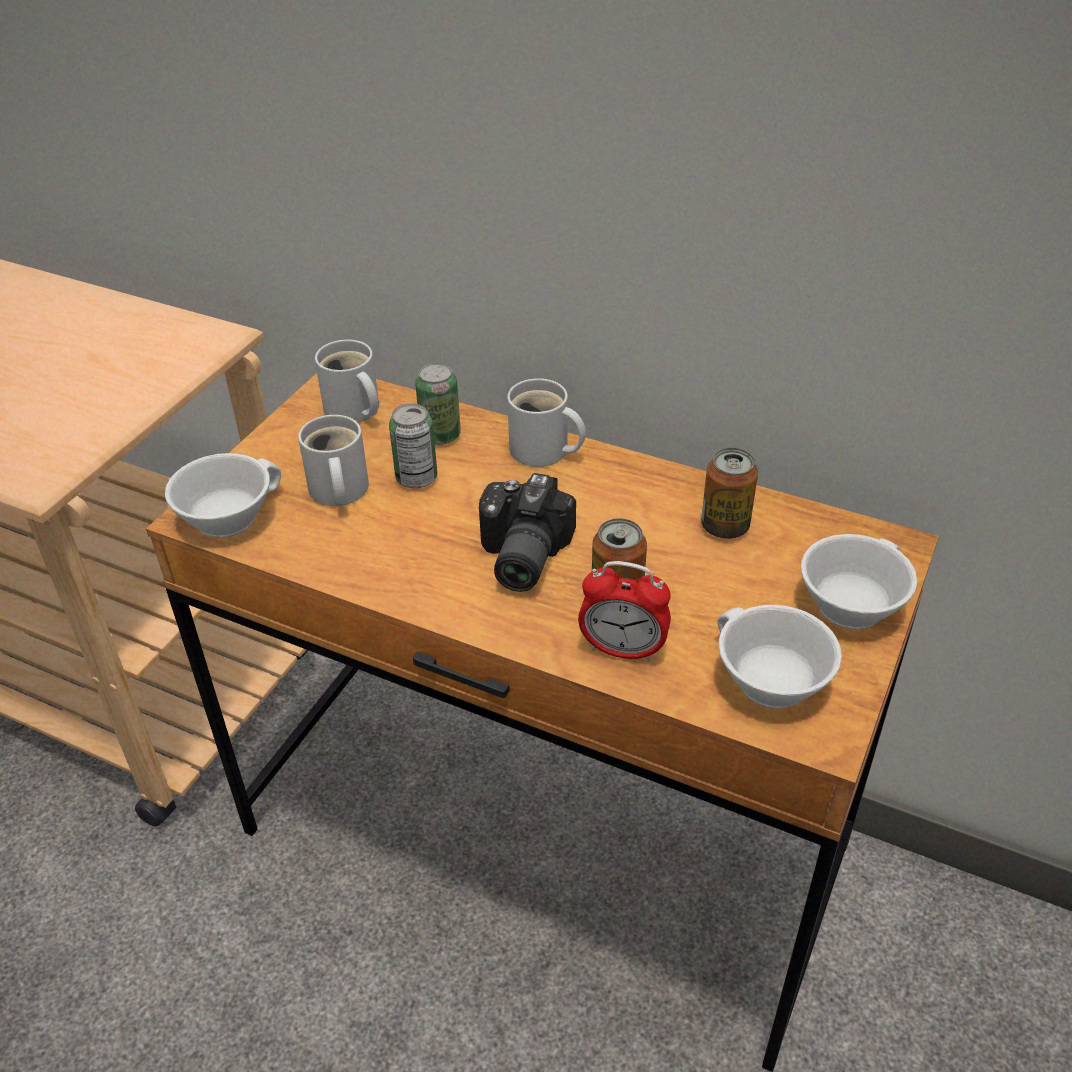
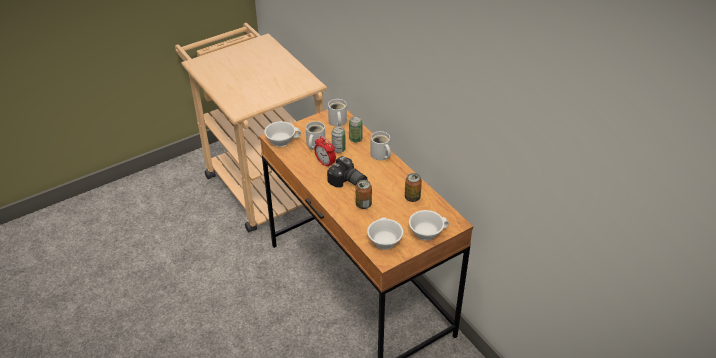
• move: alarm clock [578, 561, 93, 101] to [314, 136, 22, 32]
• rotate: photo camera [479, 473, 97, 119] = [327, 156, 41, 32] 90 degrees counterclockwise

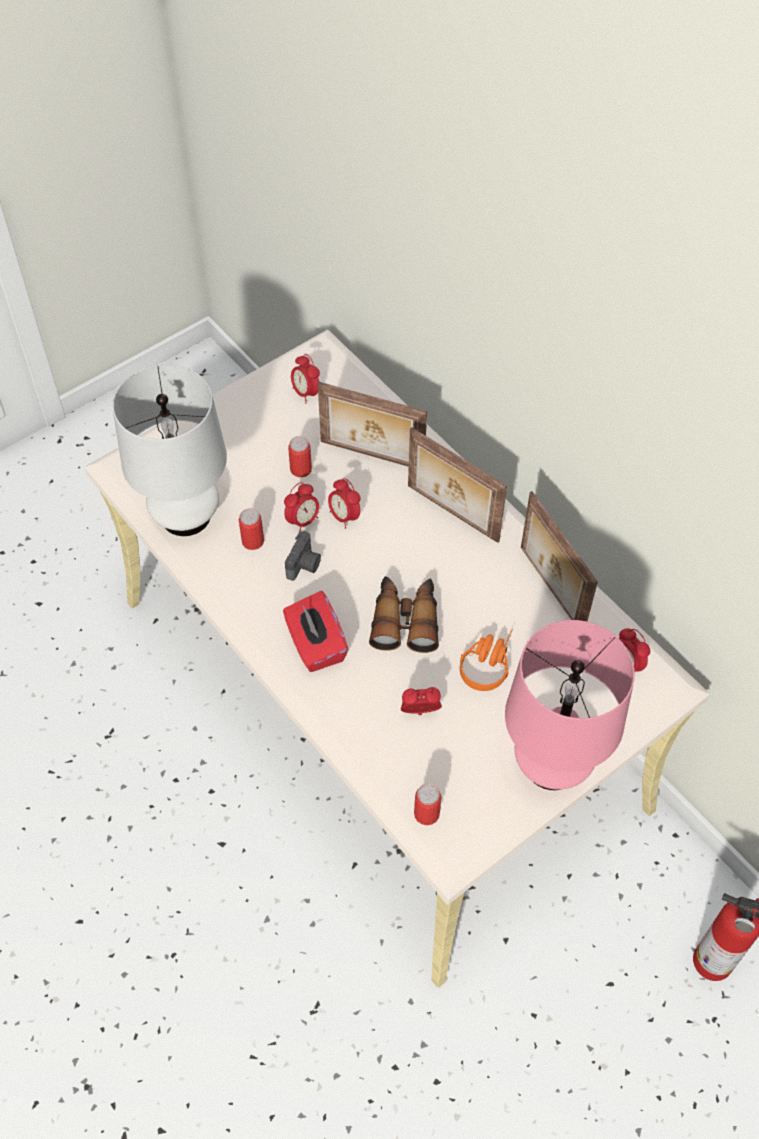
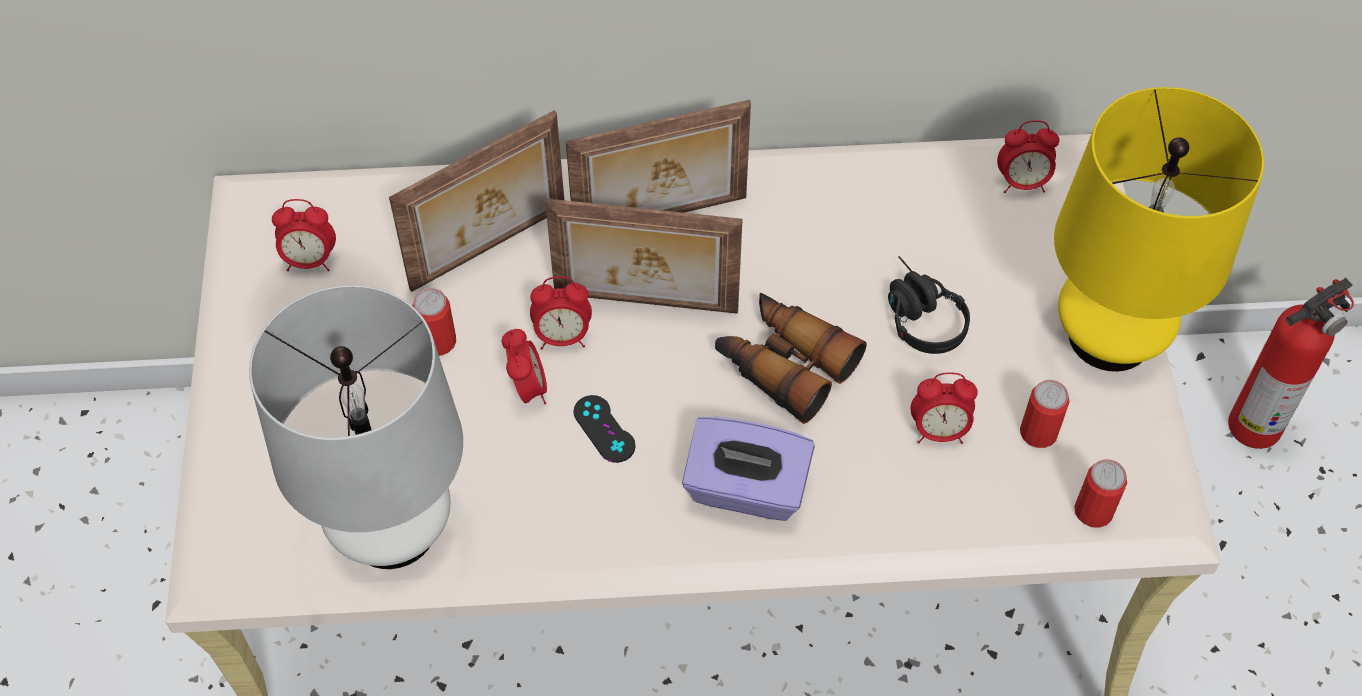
• move: picture frame [521, 491, 77, 130] to [545, 199, 198, 115]
• replace: photo camera [285, 531, 36, 50] to black game controller [573, 395, 62, 68]
• recolor: red tissue box [283, 591, 65, 81] to purple tissue box [682, 417, 133, 104]
• recolor: orange headphones [460, 630, 52, 61] to black headphones [888, 256, 82, 98]
• rotate: alarm clock [401, 687, 41, 28] = [911, 372, 67, 72] 120 degrees counterclockwise
• move: can [239, 508, 25, 42] to [1020, 380, 49, 68]
• recolor: pink table lamp [505, 620, 130, 170] to yellow table lamp [1054, 87, 210, 285]

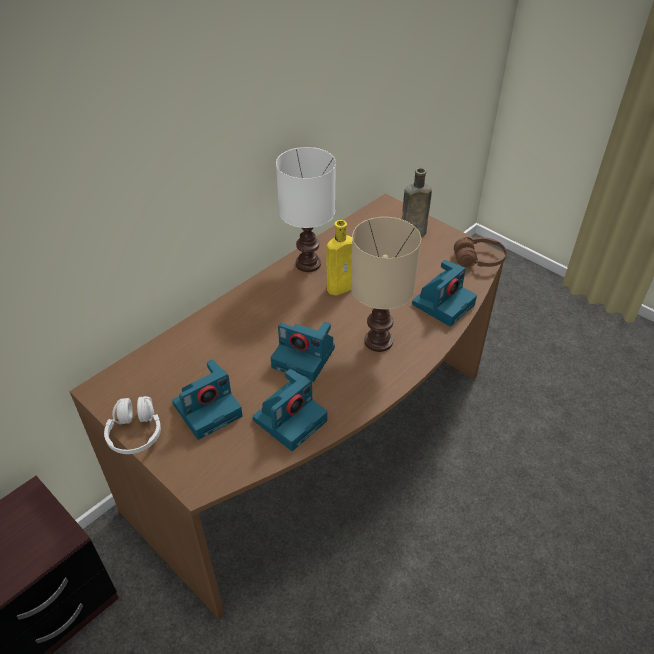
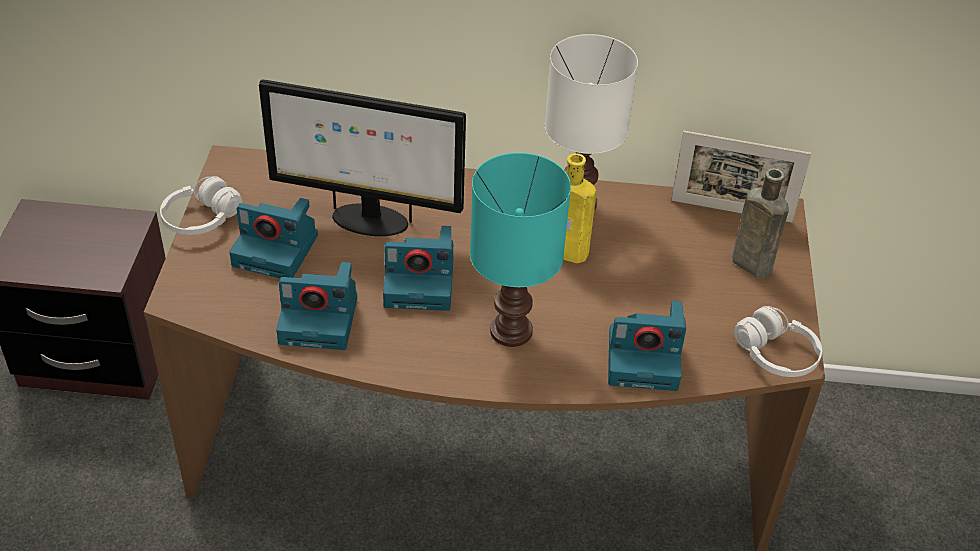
• insert: monitor [259, 80, 207, 156]
• rotate: photo camera [271, 322, 64, 60] = [383, 226, 70, 85] 75 degrees counterclockwise
• recolor: beige table lamp [351, 217, 70, 135] to turquoise table lamp [470, 153, 101, 194]
• insert: picture frame [671, 131, 140, 92]
• recolor: brown headphones [454, 237, 53, 30] to white headphones [734, 306, 88, 71]

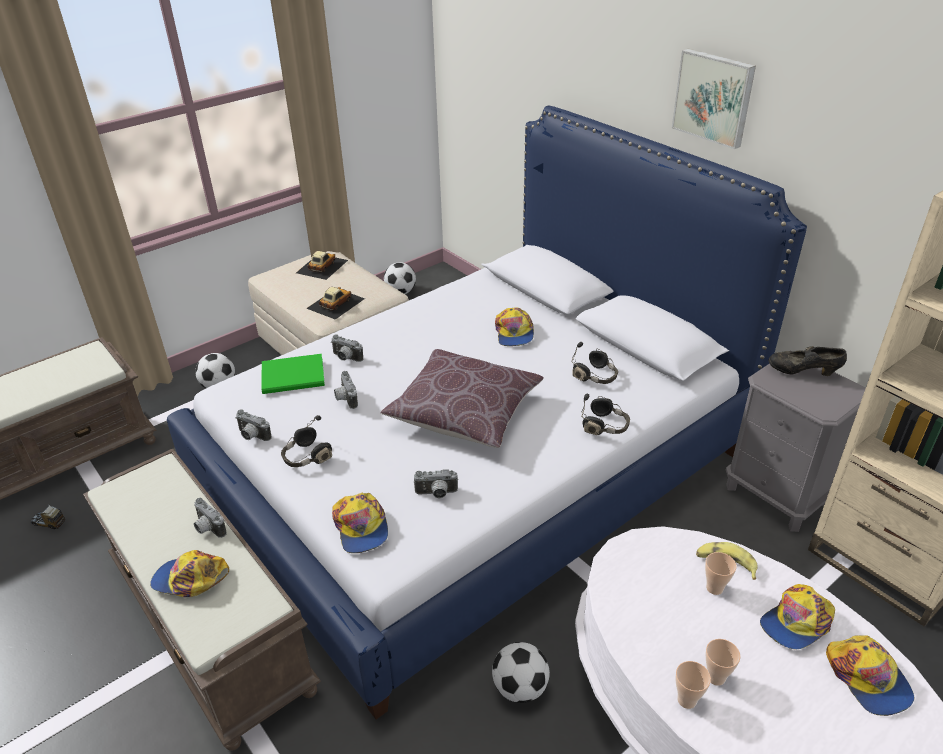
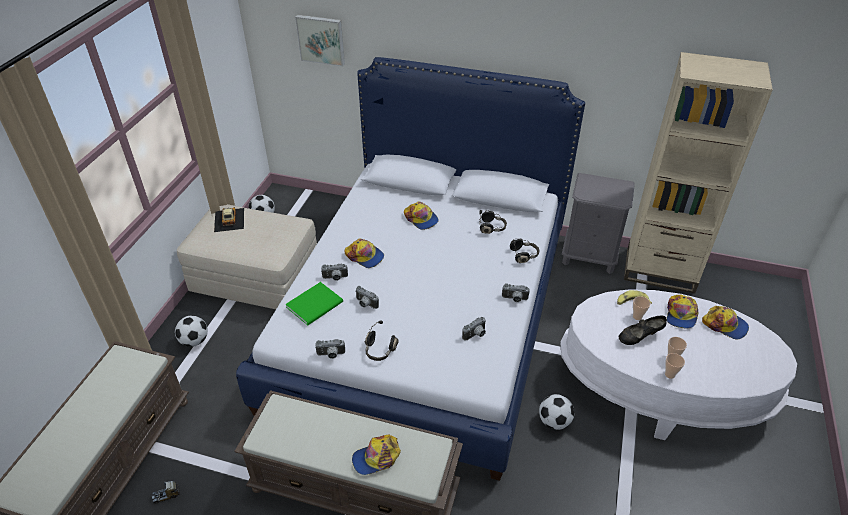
• move: picture [672, 49, 84, 100] to [295, 15, 50, 51]
• move: cap [332, 493, 56, 60] to [344, 239, 40, 29]
• move: photo camera [194, 498, 33, 40] to [502, 283, 28, 19]
• move: black shoe [769, 346, 78, 30] to [619, 316, 48, 29]
• delete: toy car [306, 287, 59, 33]
• delete: brown pillow [380, 349, 164, 99]

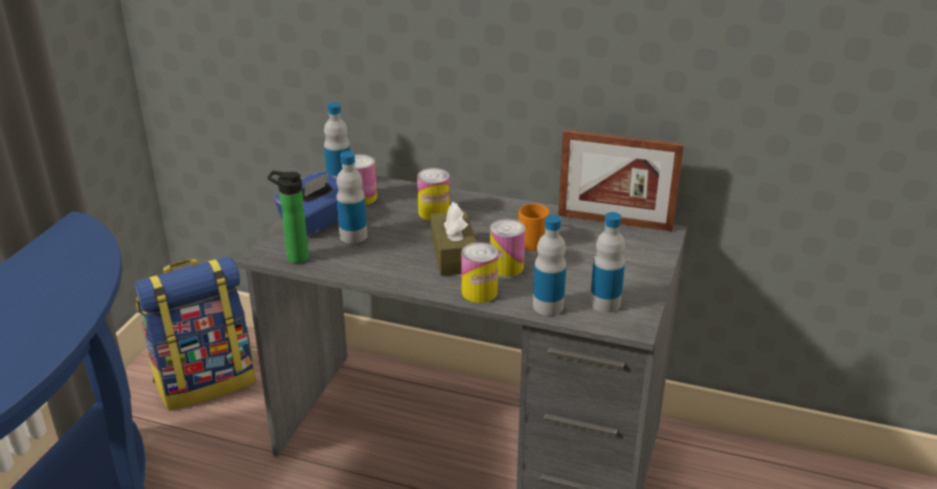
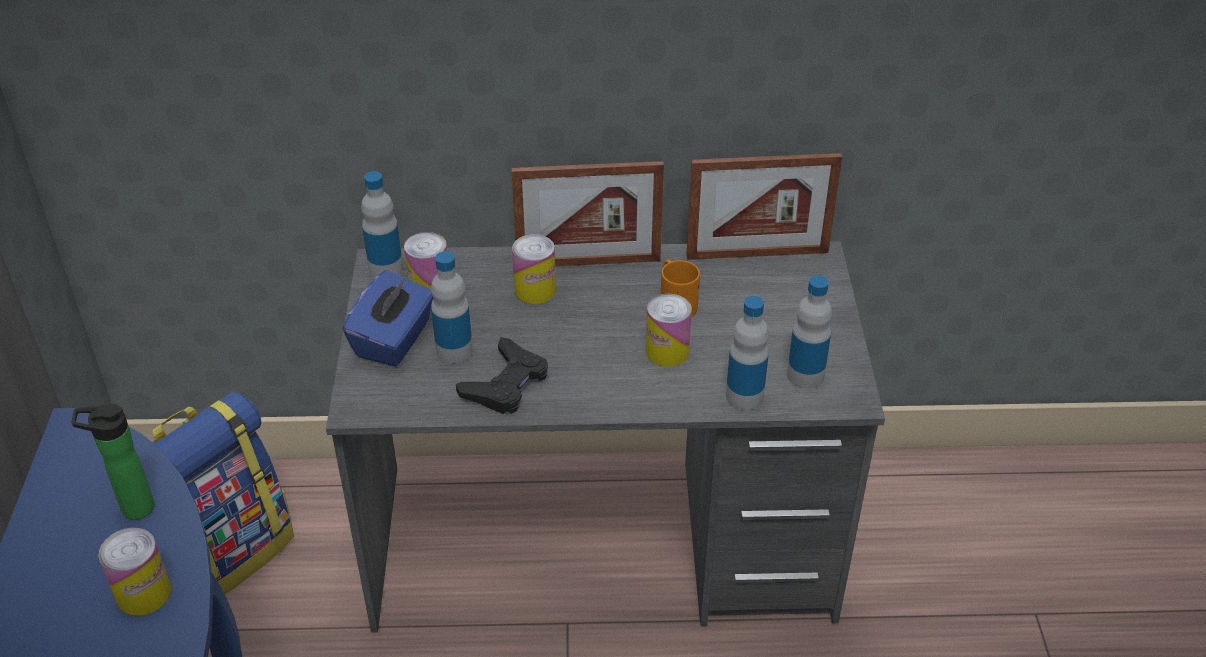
• move: bottle [267, 171, 42, 92] to [72, 404, 83, 116]
• move: can [461, 242, 37, 61] to [98, 528, 73, 88]
• insert: black game controller [456, 337, 92, 77]
• insert: picture frame [511, 161, 153, 105]
• delete: brown tissue box [431, 202, 46, 74]

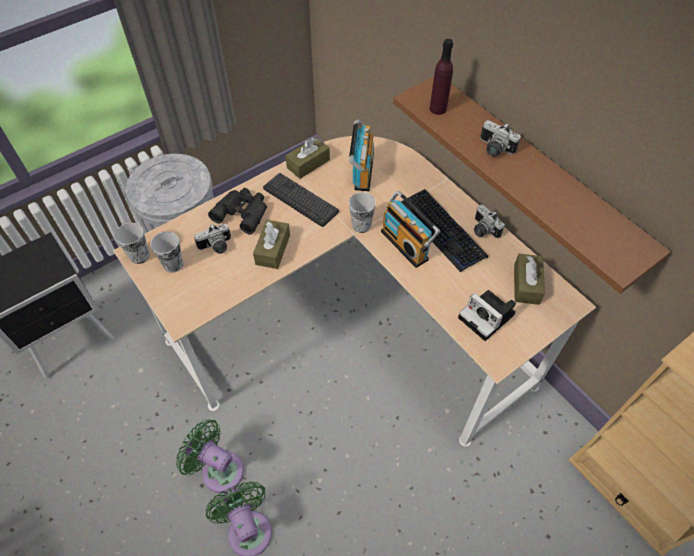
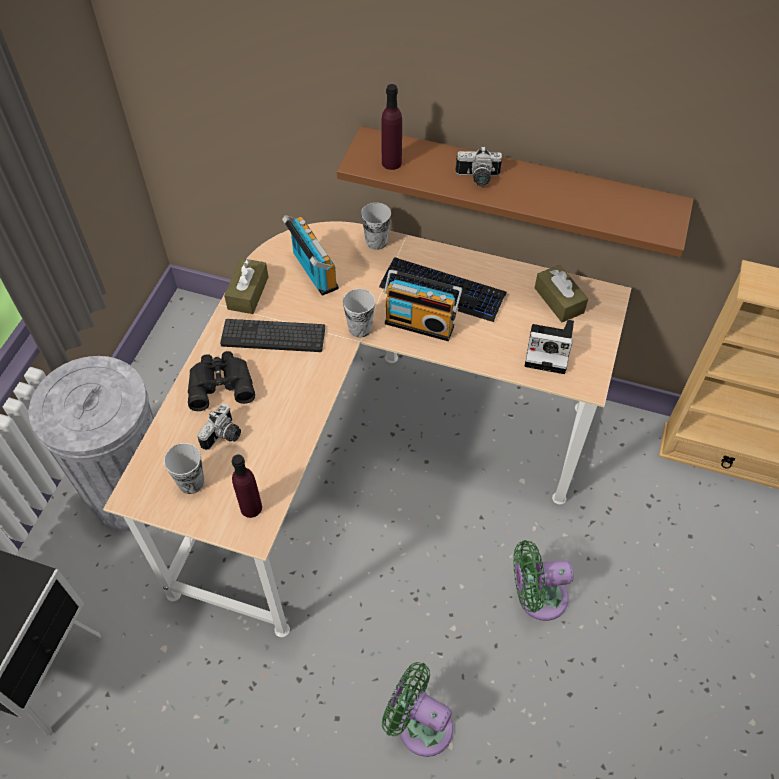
• insert: purple bottle [232, 455, 30, 63]
• move: cup [115, 223, 35, 41] to [361, 203, 30, 47]
• move: green fan [176, 419, 68, 74] to [513, 540, 61, 81]
• delete: brown tissue box [253, 220, 37, 49]
• delete: photo camera [474, 205, 31, 33]

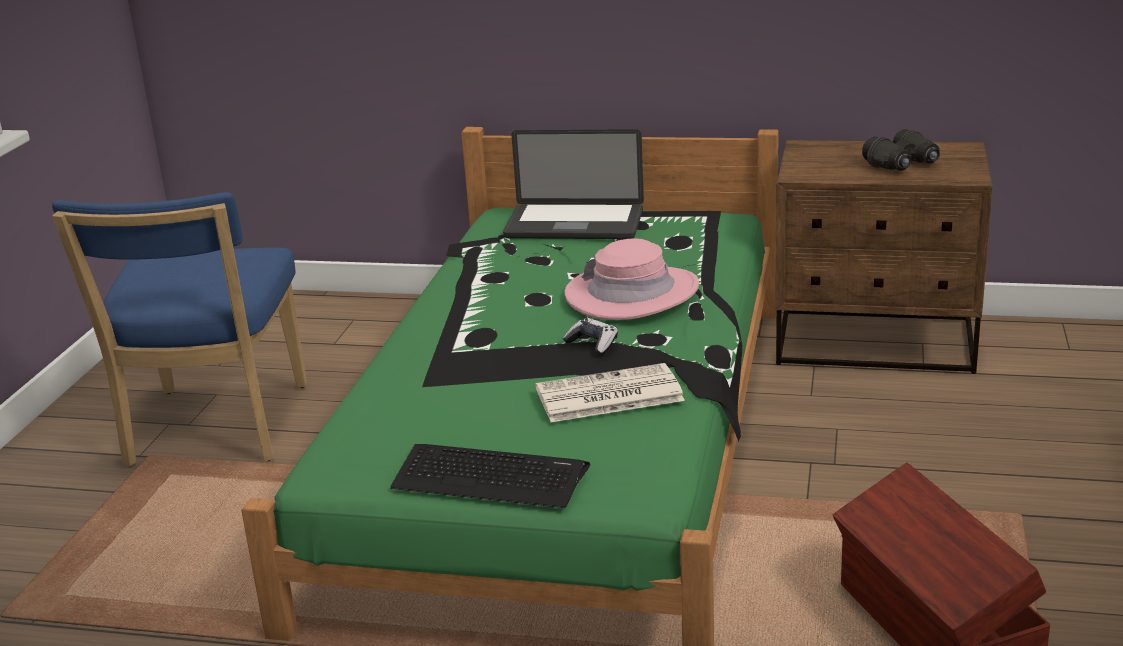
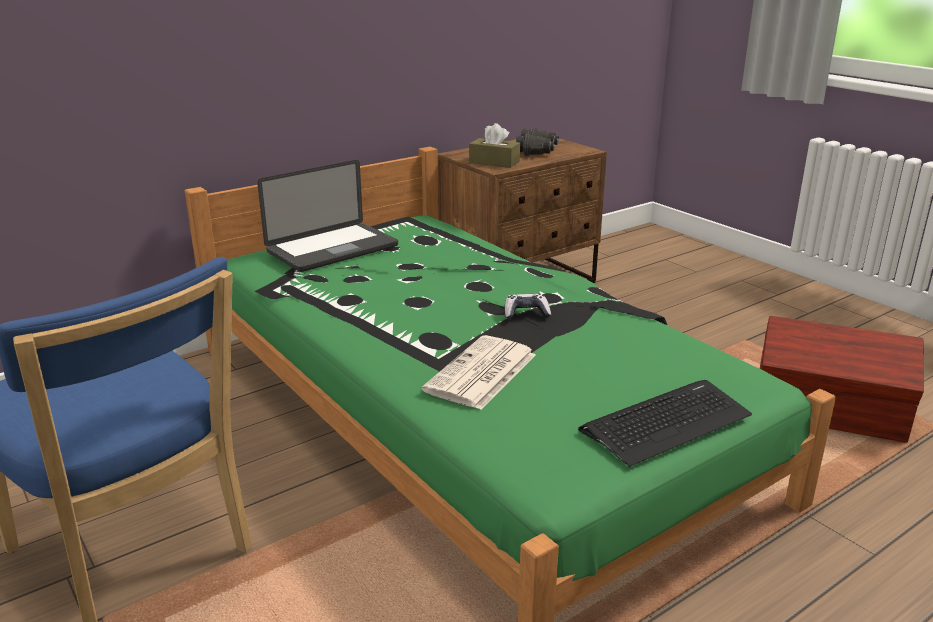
• move: newspaper [535, 363, 150, 59] to [422, 335, 114, 75]
• insert: brown tissue box [469, 123, 51, 45]
• delete: pink hat [565, 239, 134, 81]

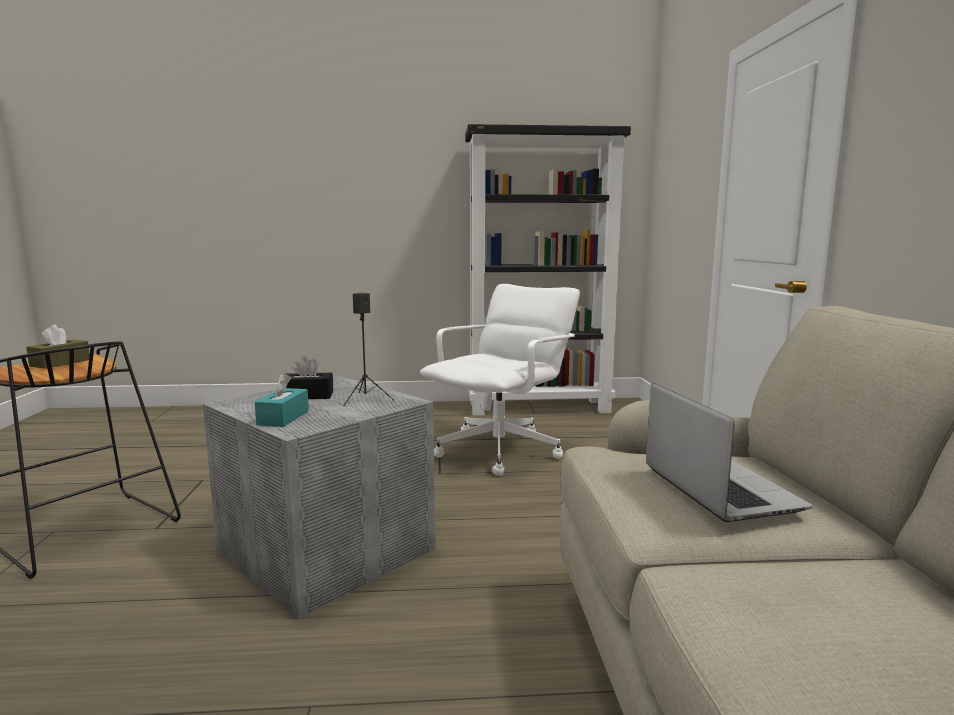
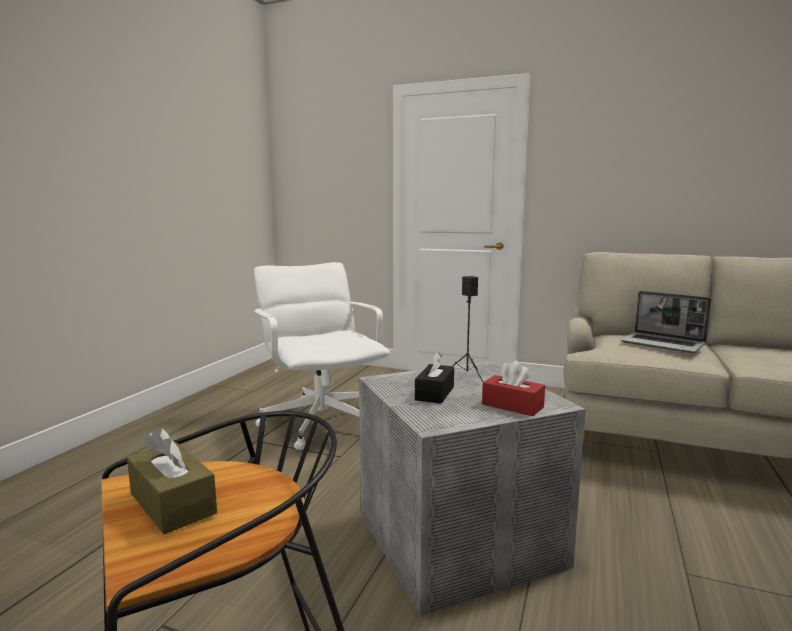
• recolor: turquoise tissue box [255, 373, 54, 54] to red tissue box [482, 361, 63, 55]
• rotate: laptop [646, 383, 167, 139] = [621, 291, 90, 62] 150 degrees counterclockwise
• delete: black bookcase [465, 124, 166, 292]

